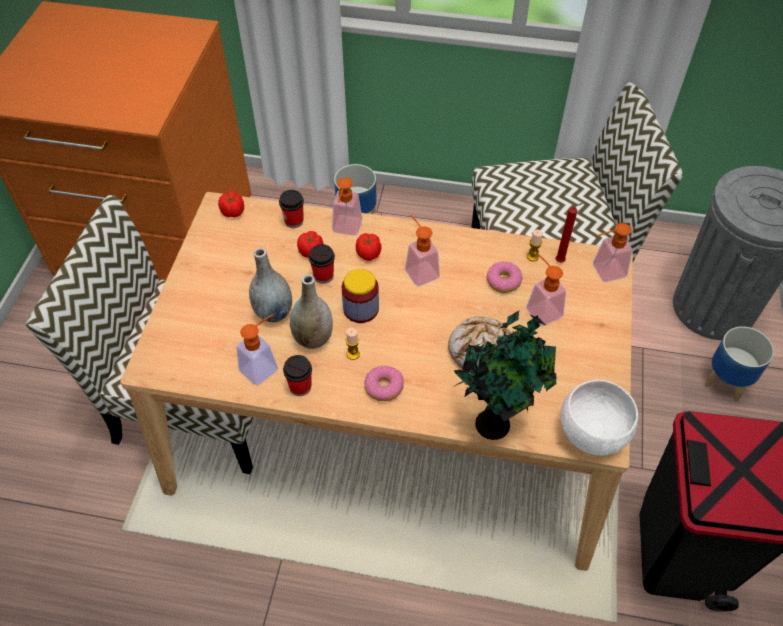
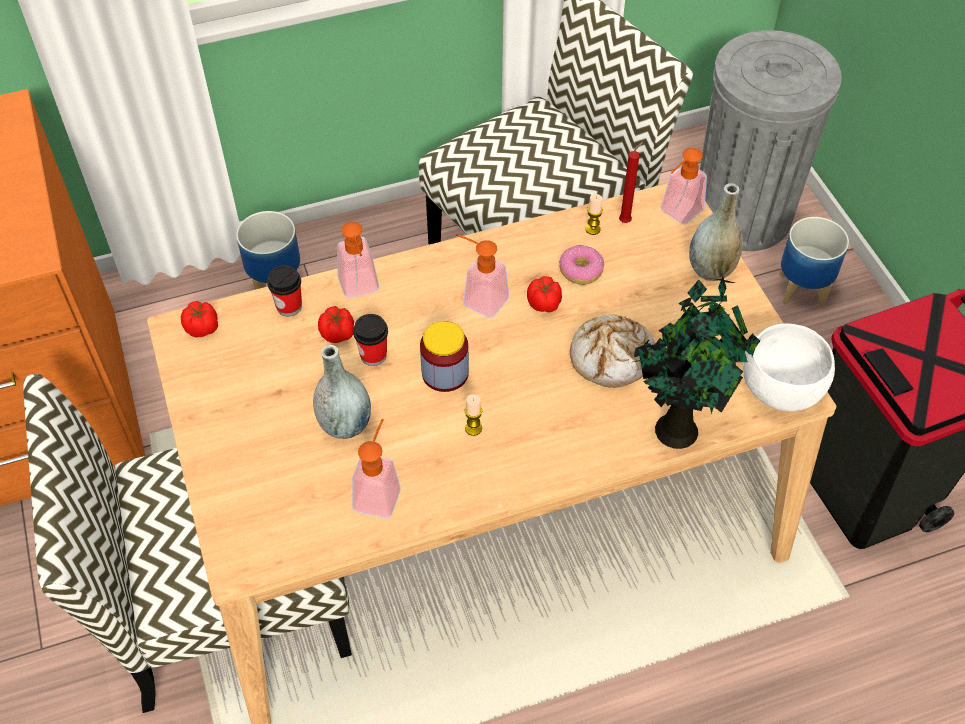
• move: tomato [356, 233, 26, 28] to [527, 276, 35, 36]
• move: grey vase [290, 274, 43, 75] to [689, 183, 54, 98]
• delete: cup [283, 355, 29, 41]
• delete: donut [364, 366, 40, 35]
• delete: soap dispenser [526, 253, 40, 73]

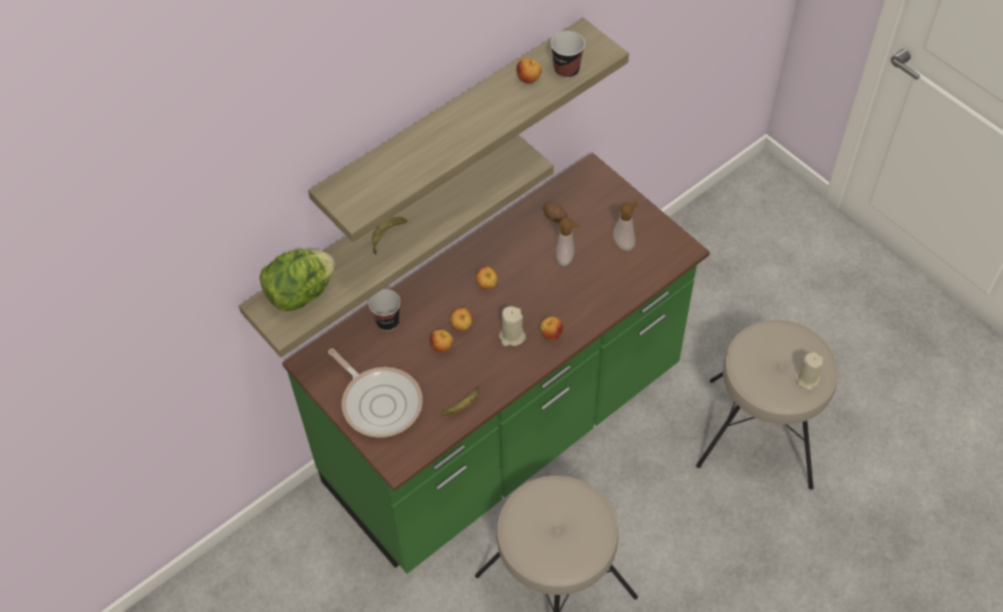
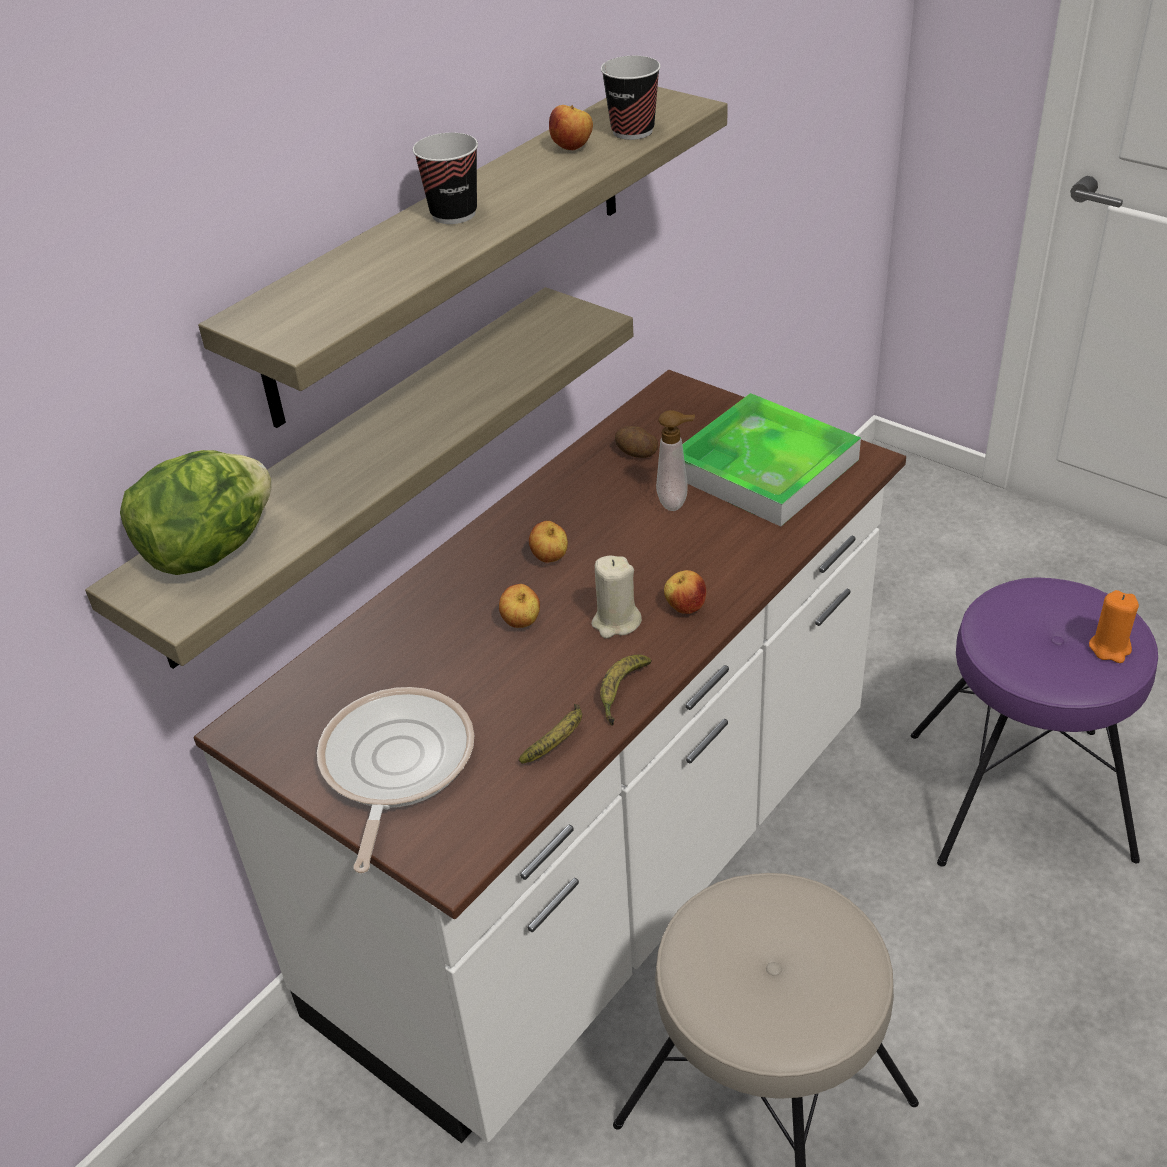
• recolor: green counter [282, 153, 428, 421] to white counter [194, 370, 712, 773]
• rotate: frying pan [328, 348, 95, 90] = [317, 687, 157, 186] 120 degrees counterclockwise
• move: cup [368, 289, 33, 42] to [413, 133, 65, 91]
• move: banana [372, 217, 36, 38] to [600, 655, 52, 71]
• replace: soap dispenser [613, 201, 25, 50] to tray [682, 393, 179, 134]
• recolor: beige stool [696, 319, 142, 171] to purple stool [911, 577, 247, 289]
• recolor: beige candle [796, 352, 27, 39] to orange candle [1089, 590, 50, 73]
• delete: apple [430, 329, 23, 23]

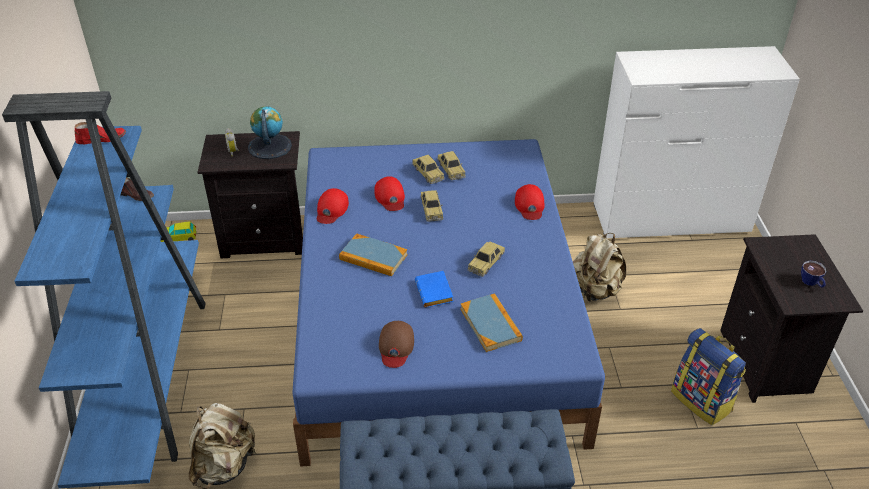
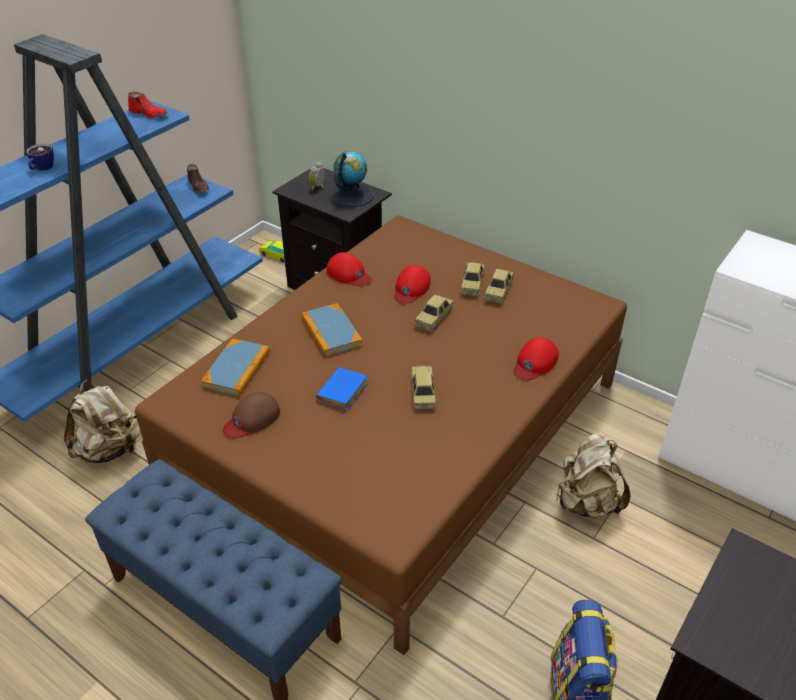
• move: cup [801, 261, 26, 27] to [26, 144, 28, 27]
• recolor: blue bed [292, 139, 313, 328] to brown bed [135, 216, 492, 439]
• move: book [460, 293, 63, 59] to [201, 339, 69, 58]
• rotate: red cap [317, 188, 32, 36] = [327, 252, 45, 34] 105 degrees counterclockwise
• rotate: toy car [468, 242, 37, 35] = [411, 366, 25, 43] 105 degrees clockwise

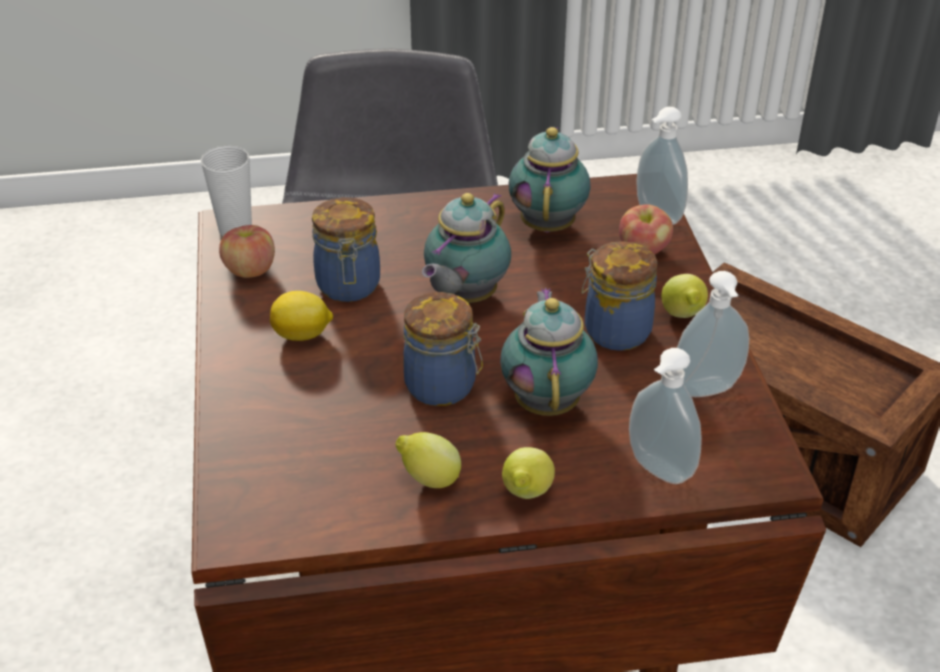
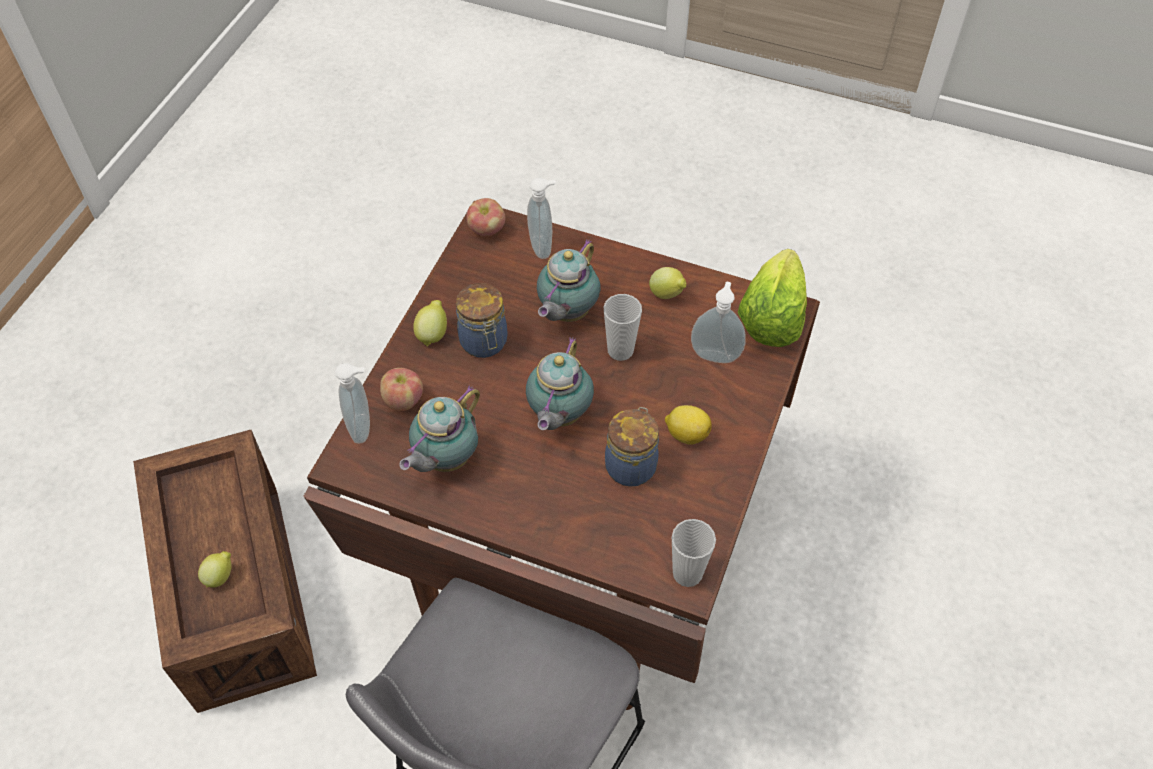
• move: lemon [502, 447, 53, 52] to [198, 551, 34, 37]
• move: apple [219, 225, 56, 53] to [466, 198, 39, 38]
• rotate: teapot [422, 193, 89, 110] = [526, 337, 68, 93] 135 degrees clockwise
• replace: jar [403, 292, 80, 114] to cup [603, 294, 39, 67]
• move: soap dispenser [677, 271, 72, 126] to [691, 282, 55, 81]
• insert: lettuce [738, 249, 69, 98]

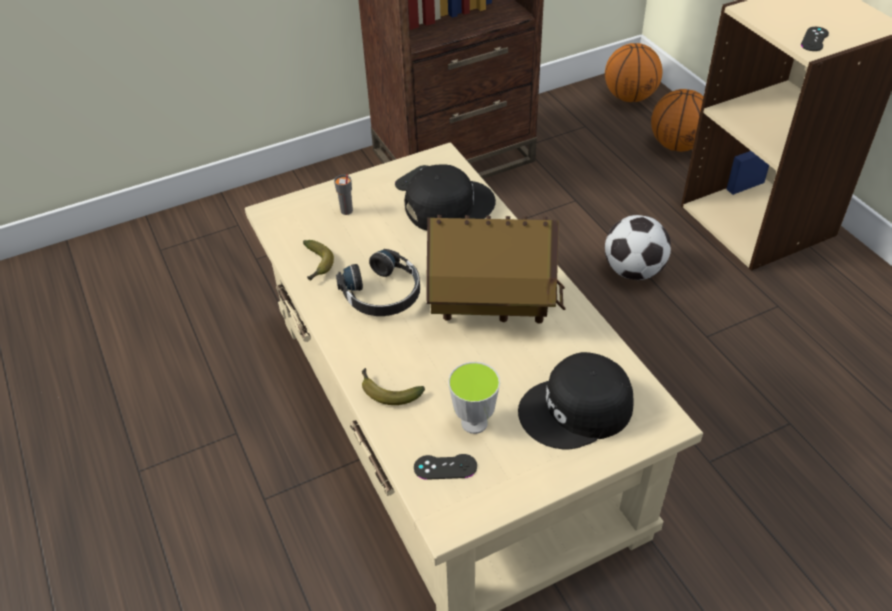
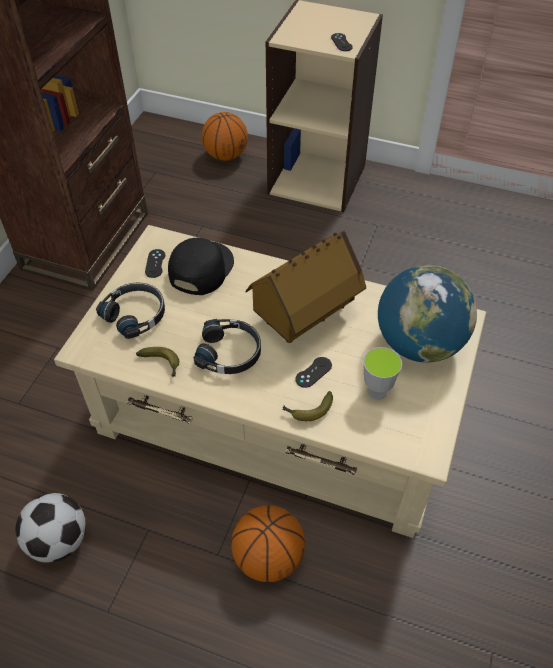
• move: football [605, 215, 66, 65] to [16, 493, 70, 69]
• replace: grey cup [334, 174, 19, 41] to black headphones [96, 283, 69, 56]
• move: basketball [605, 43, 58, 59] to [231, 506, 74, 76]
• move: black game controller [414, 454, 63, 26] to [295, 357, 37, 31]
• replace: black cap [518, 352, 115, 98] to globe [378, 265, 99, 98]

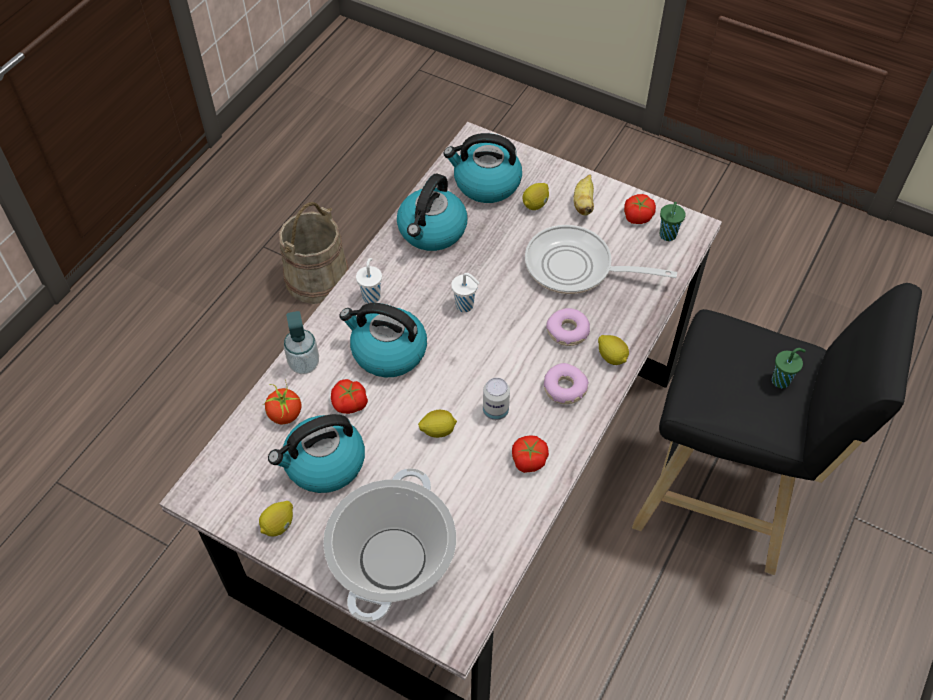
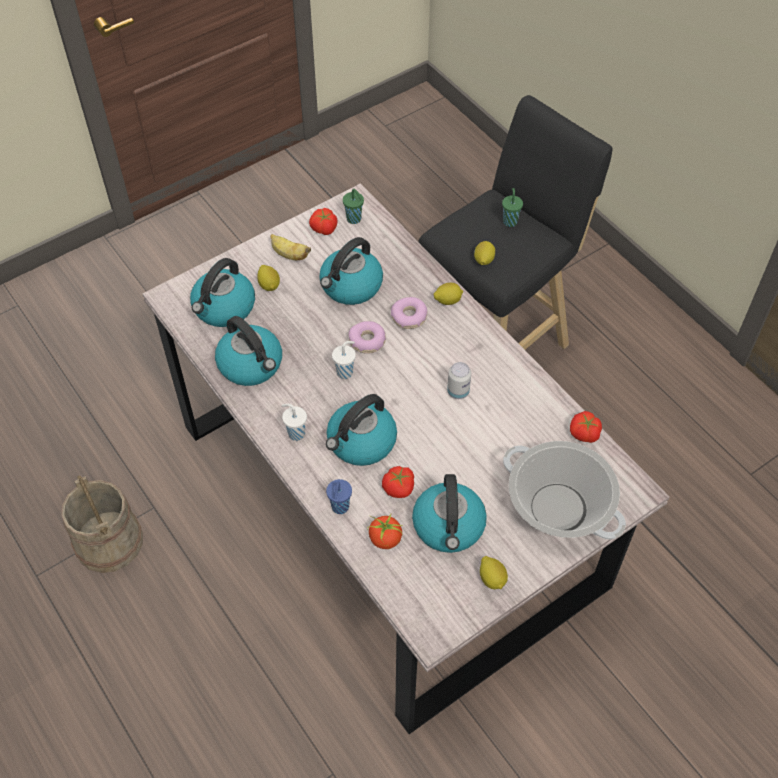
• replace: frying pan [525, 225, 152, 69] to kettle [319, 237, 64, 68]
• replace: soap dispenser [284, 311, 35, 63] to blue cup [326, 479, 26, 35]
• move: donut [544, 363, 45, 41] to [348, 321, 38, 33]
• move: lemon [418, 410, 39, 28] to [474, 241, 21, 24]
• move: tomato [512, 435, 37, 38] to [570, 411, 32, 32]

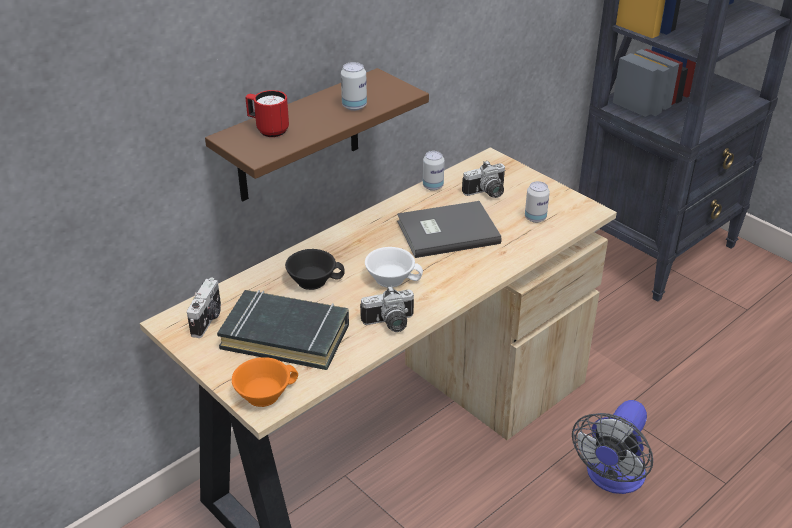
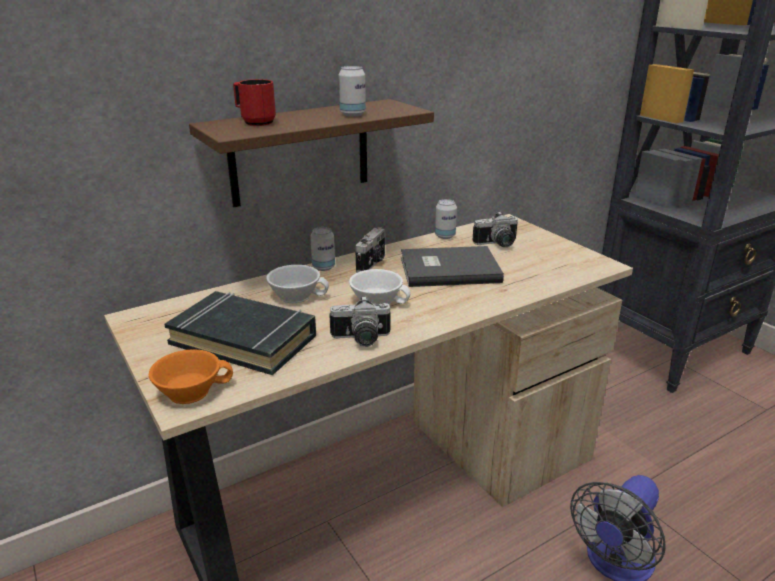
• recolor: black cup [285, 249, 60, 41] to white cup [266, 265, 63, 38]
• move: can [525, 181, 25, 42] to [310, 227, 25, 44]
• move: photo camera [187, 278, 34, 60] to [355, 227, 30, 46]

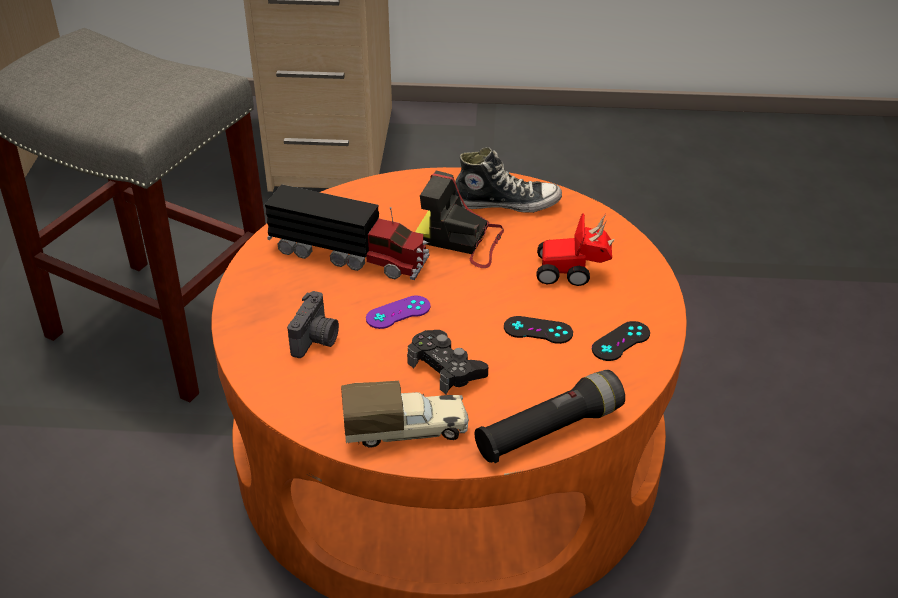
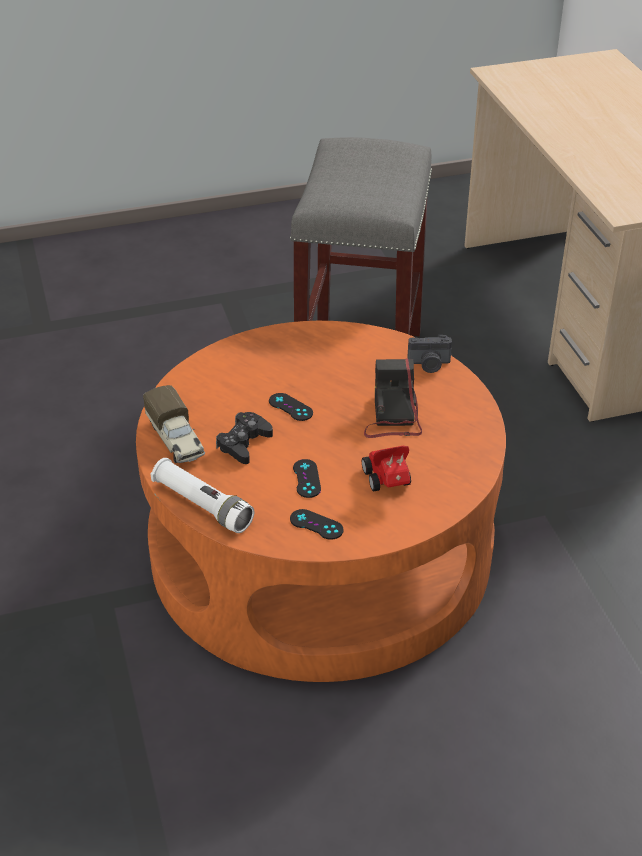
• recolor: black flashlight [475, 370, 150, 93] to white flashlight [150, 458, 104, 75]
• recolor: purple game controller [366, 296, 65, 33] to black game controller [269, 393, 44, 28]
• move: photo camera [287, 291, 52, 67] to [407, 335, 45, 38]
• delete: toy truck [265, 184, 164, 96]
• delete: shoe [455, 147, 107, 66]

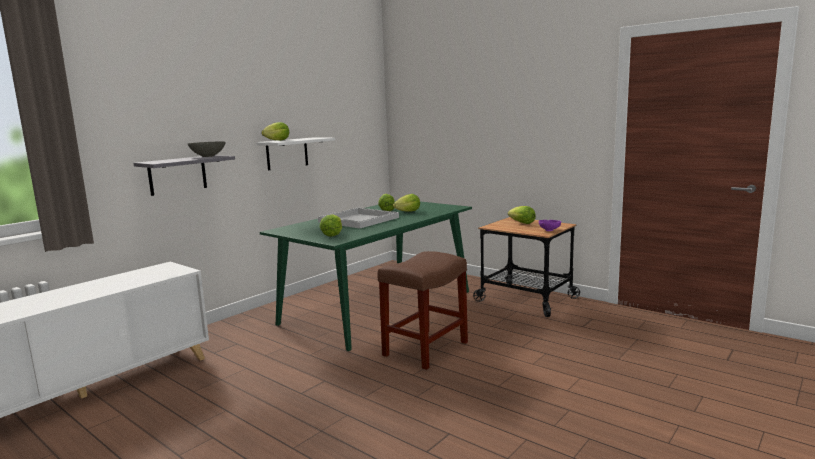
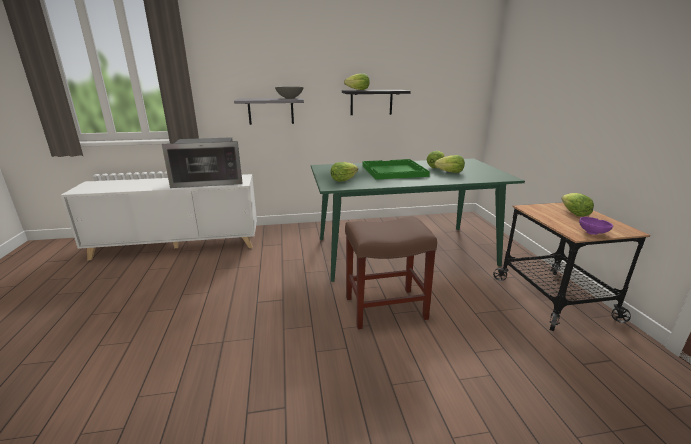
• insert: microwave [162, 137, 81, 51]
• recolor: white shelf [256, 137, 79, 34] to black shelf [342, 90, 69, 25]
• recolor: white tray [318, 208, 81, 20] to green tray [362, 159, 68, 21]

